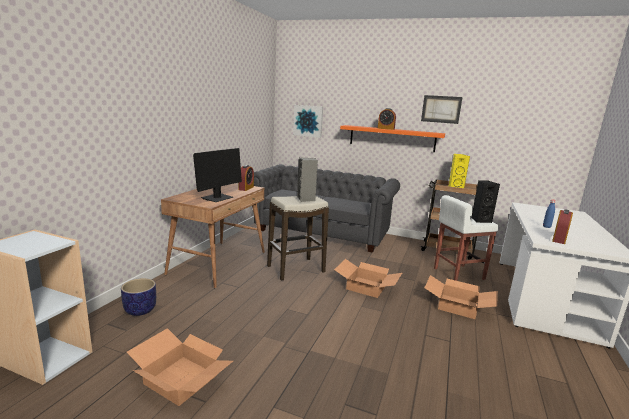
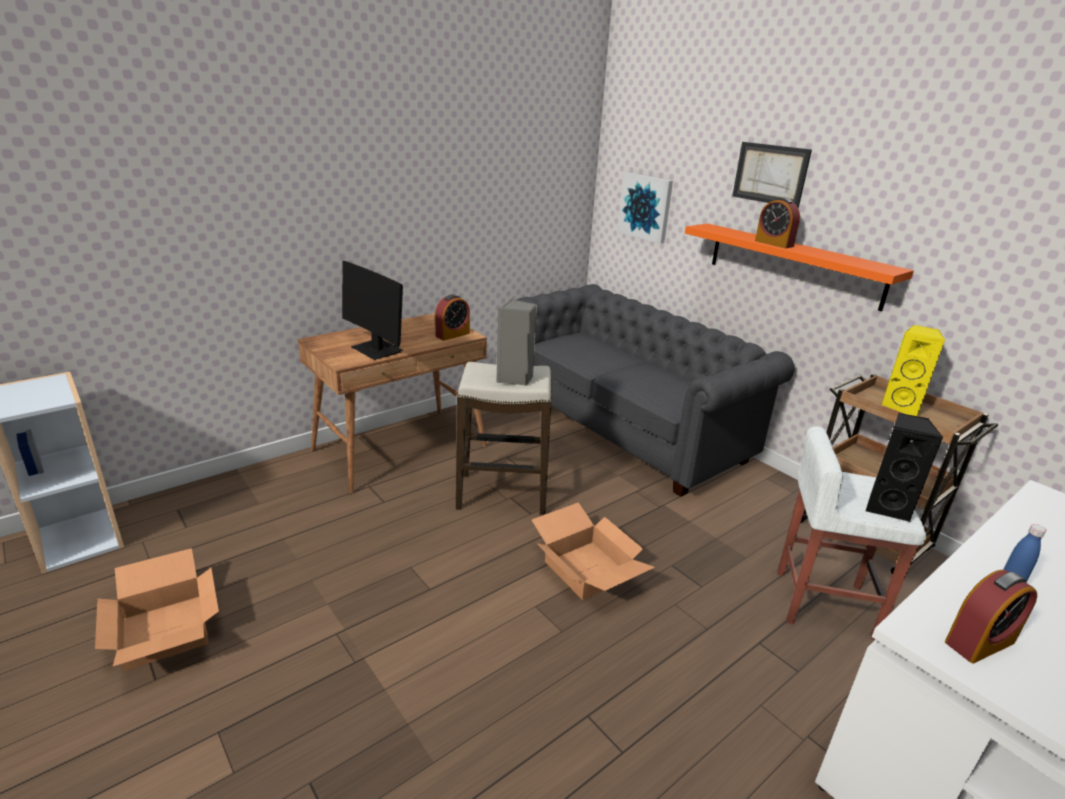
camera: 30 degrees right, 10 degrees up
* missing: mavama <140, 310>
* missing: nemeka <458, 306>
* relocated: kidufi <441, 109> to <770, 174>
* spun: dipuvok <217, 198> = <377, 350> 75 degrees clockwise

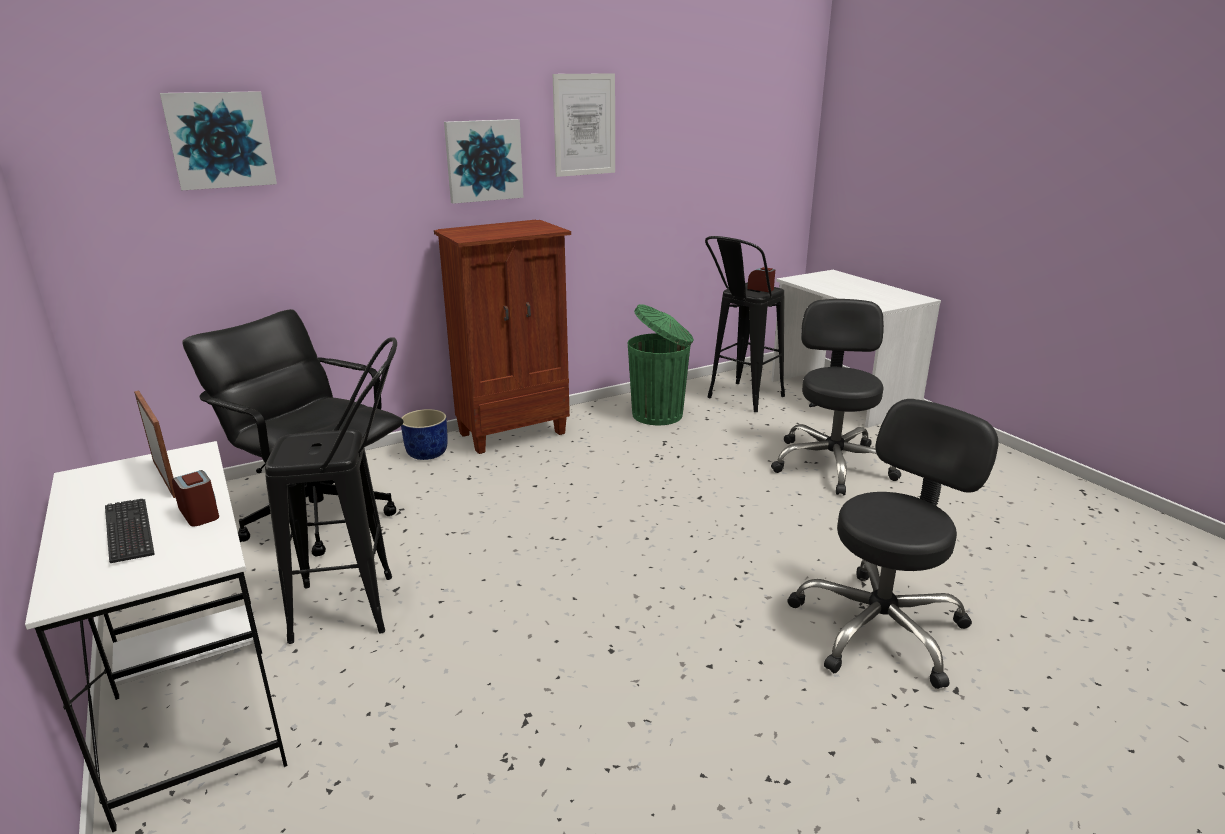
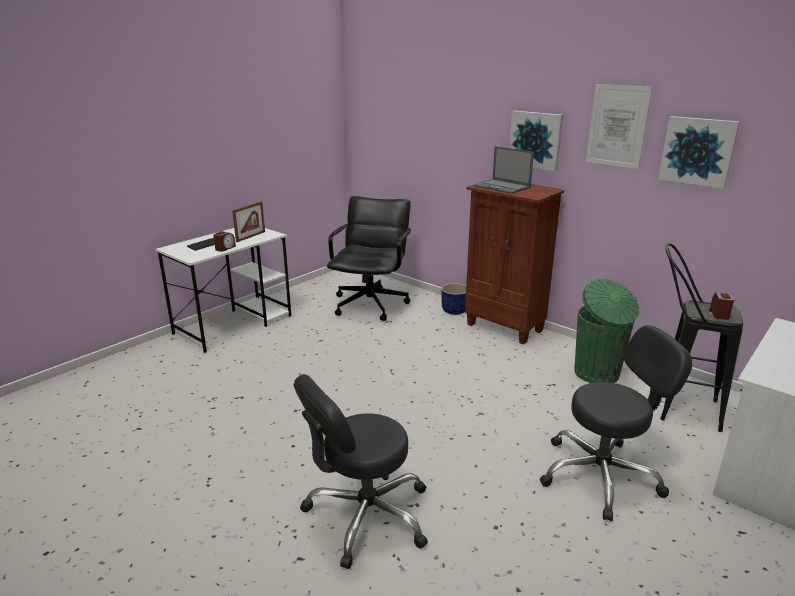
camera: 70 degrees right, 0 degrees up
* missing: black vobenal <363, 606>
* appeared: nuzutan <502, 187>
* relocated: kidufi <220, 140> to <697, 151>
* spun: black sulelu <883, 624> = <362, 518> 120 degrees clockwise

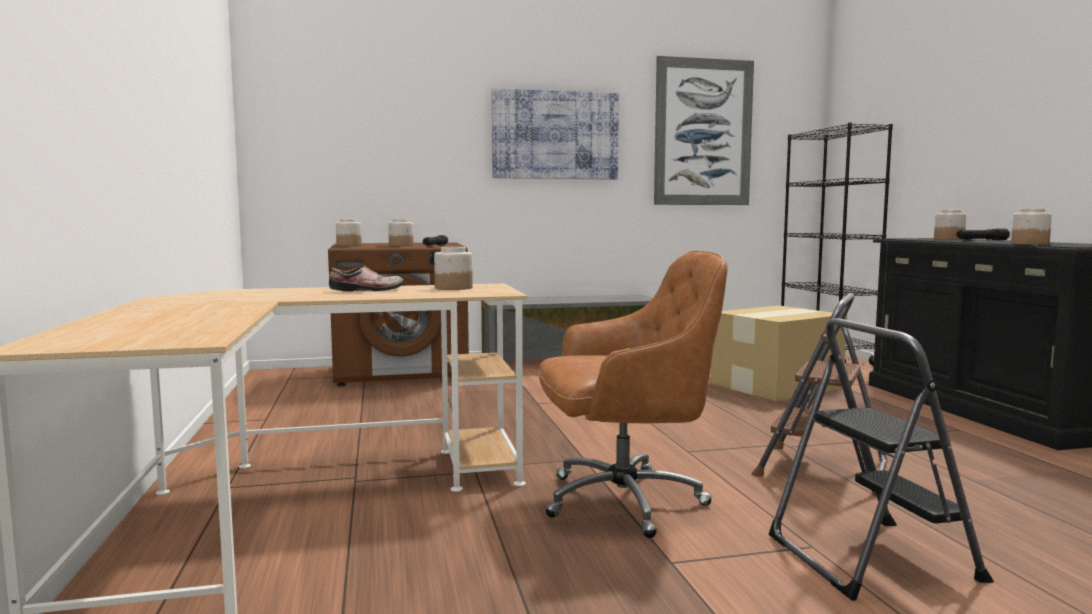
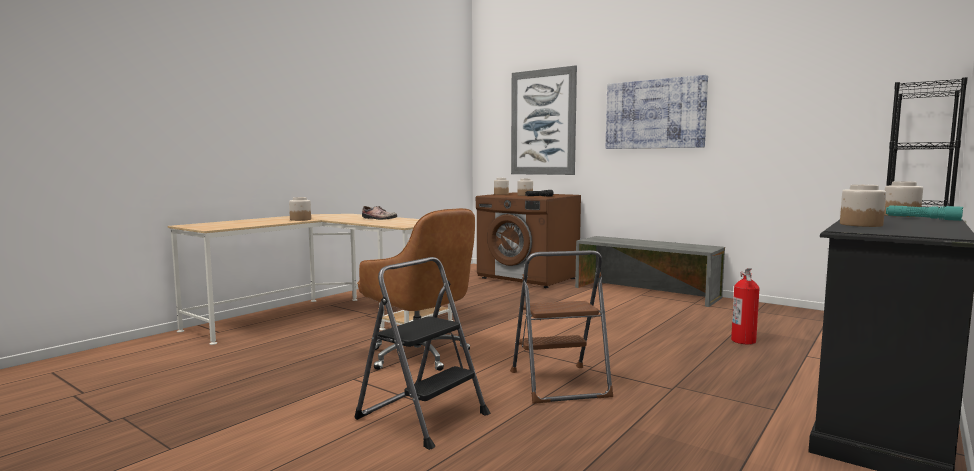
camera: 50 degrees right, 0 degrees up
* relocated: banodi <453, 288> to <300, 219>
* relocated: kidufi <703, 132> to <542, 122>
* exchanged: nemeka <777, 385> to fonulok <744, 341>
* colour: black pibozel <982, 240> to turquoise pibozel <922, 218>

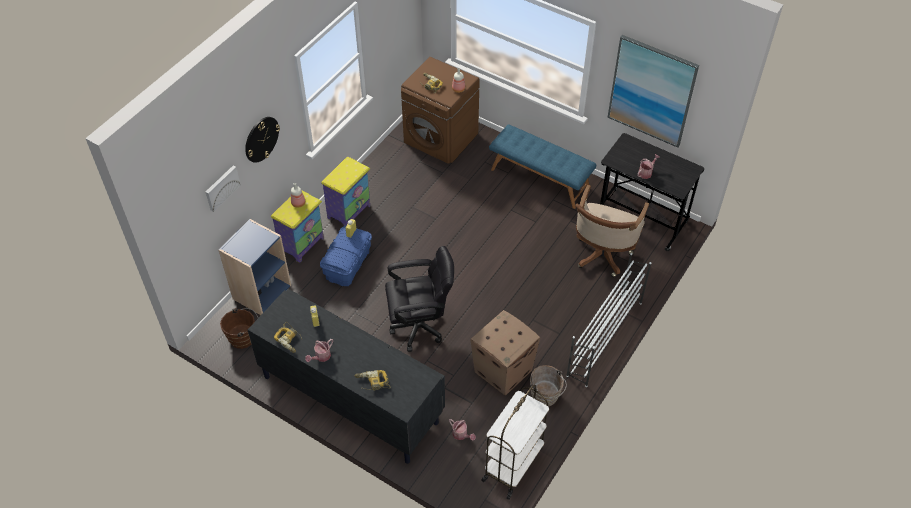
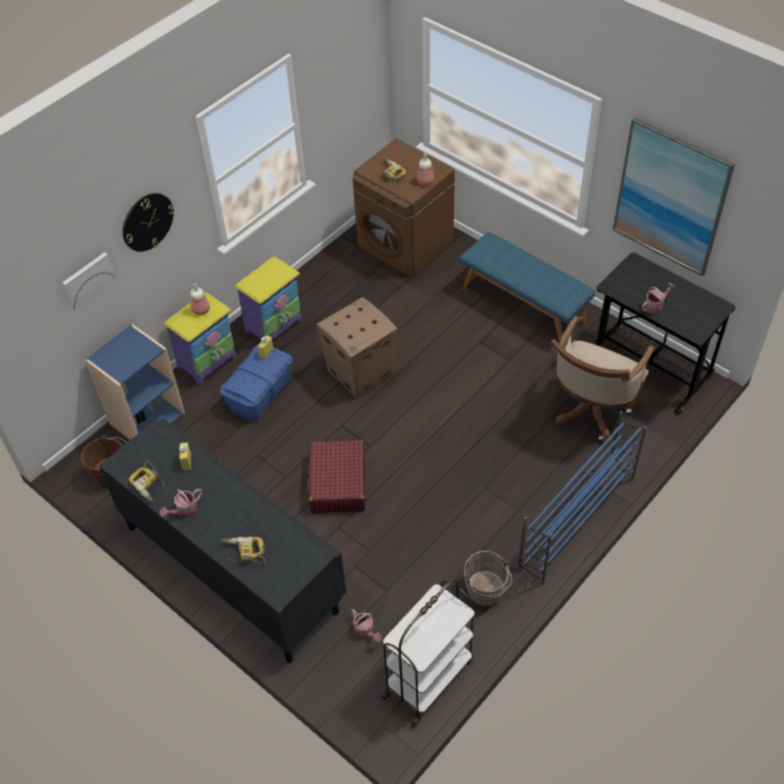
camera: 10 degrees right, 0 degrees up
* relocated: nemeka <503, 371> to <361, 372>
* exchanged: black sulelu <421, 327> to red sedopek <338, 483>
* colour: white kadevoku <604, 339> to blue kadevoku <576, 522>

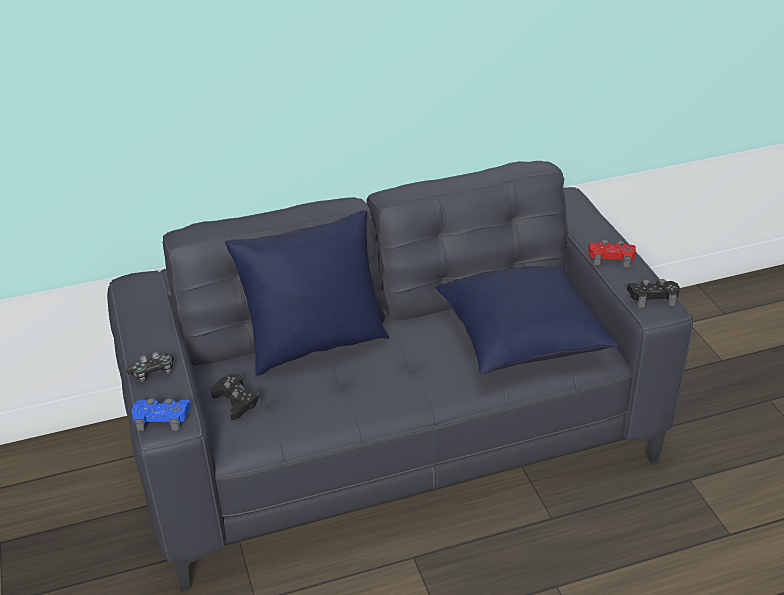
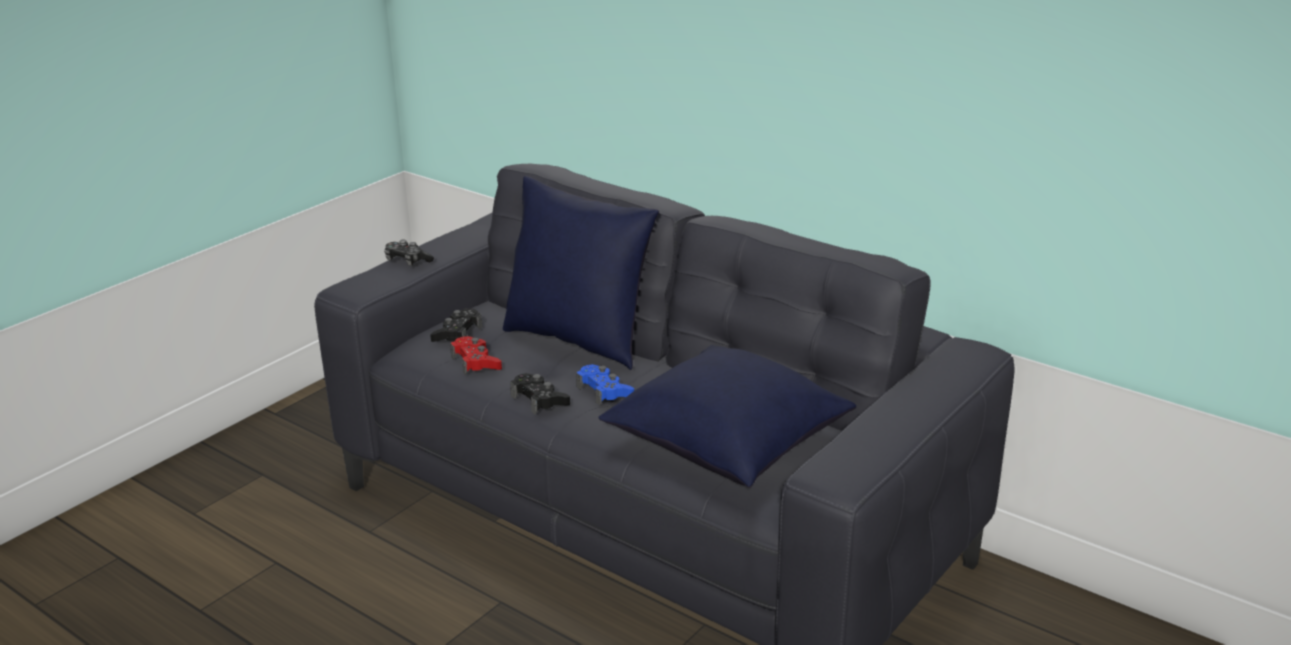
camera: 55 degrees right, 10 degrees down
* relocated: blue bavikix <162, 418> to <604, 391>
* relocated: red bavikix <611, 257> to <476, 362>
* relocated: black bavikix <652, 297> to <539, 400>

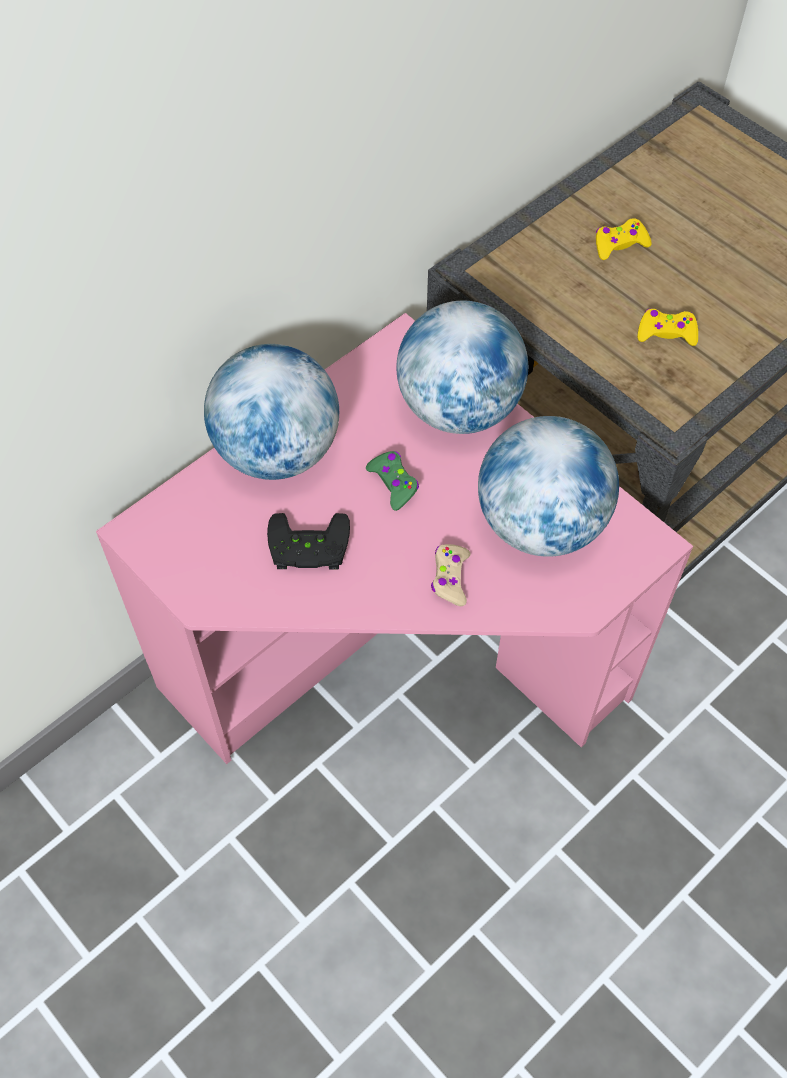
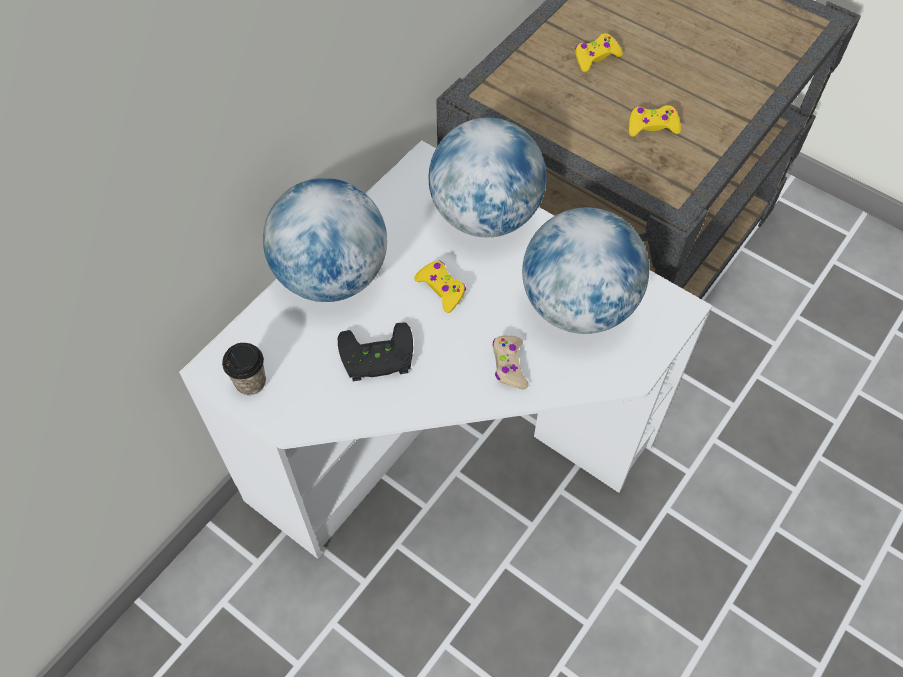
camera: 10 degrees left, 0 degrees up
* appeared: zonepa <250, 382>
* colour: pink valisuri <392, 659> to white valisuri <445, 443>
* colour: green bavikix <393, 483> to yellow bavikix <441, 289>

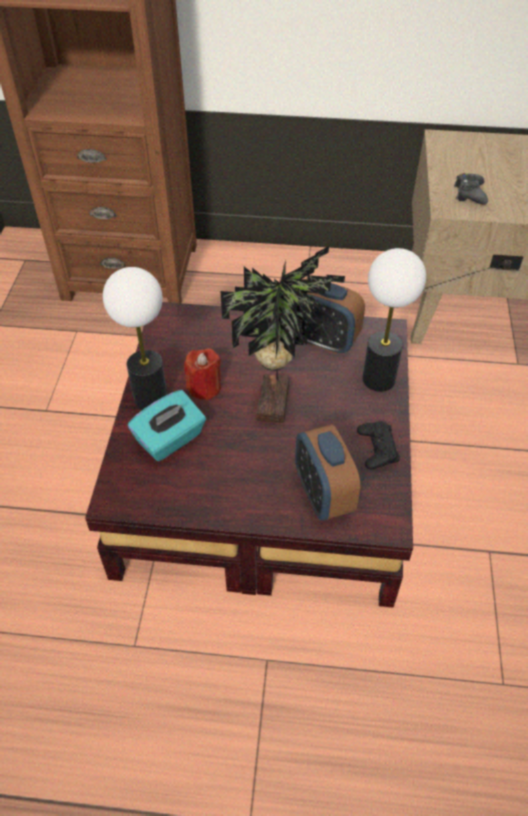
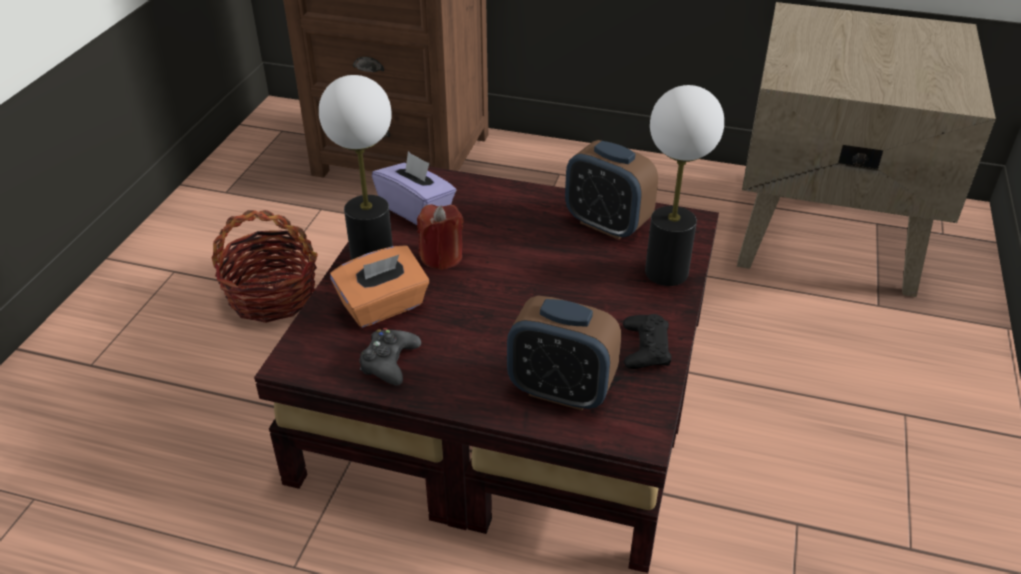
camera: 10 degrees right, 10 degrees down
* missing: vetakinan <277, 402>
* appeared: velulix <272, 296>
* appeared: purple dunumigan <416, 209>
* relocated: black bavikix <469, 194> to <389, 362>
* colour: turquoise dunumigan <170, 439> to orange dunumigan <383, 306>
* spun: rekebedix <323, 495> = <561, 390> 60 degrees counterclockwise

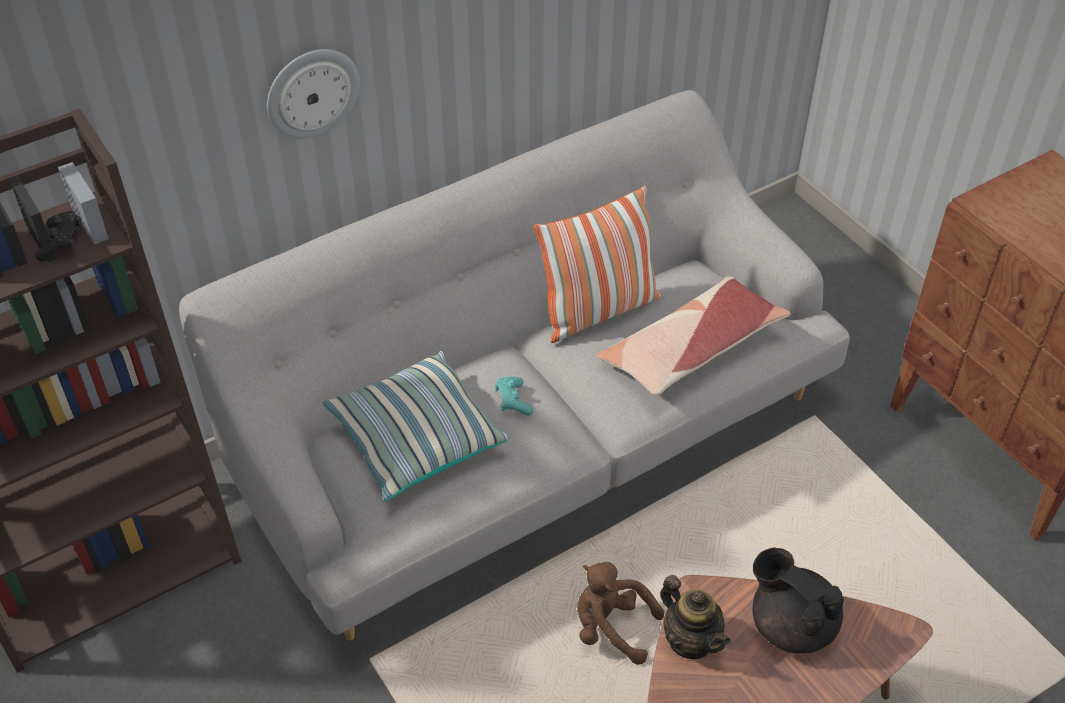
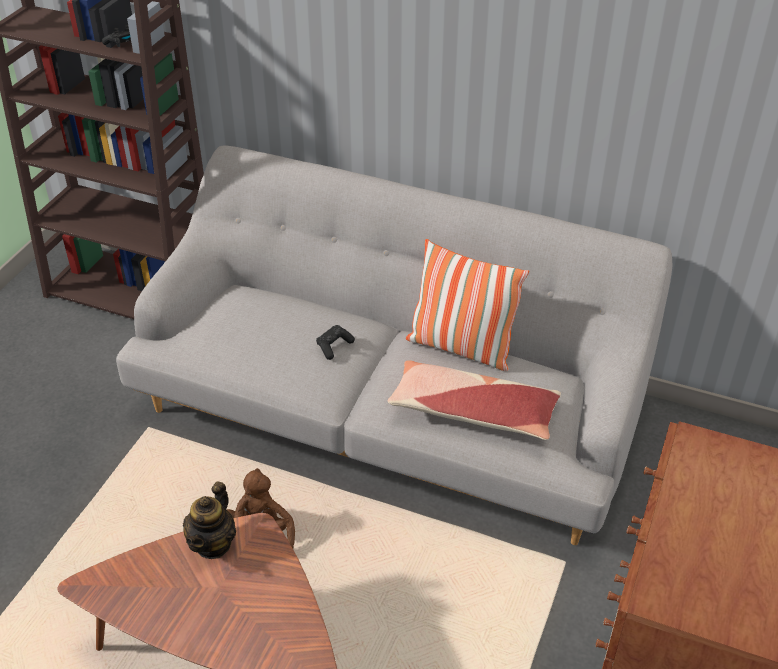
camera: 55 degrees right, 5 degrees down
* missing: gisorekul <312, 92>
* missing: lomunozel <415, 439>
* missing: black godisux <791, 625>
* colour: turquoise bavikix <513, 401> to black bavikix <334, 346>

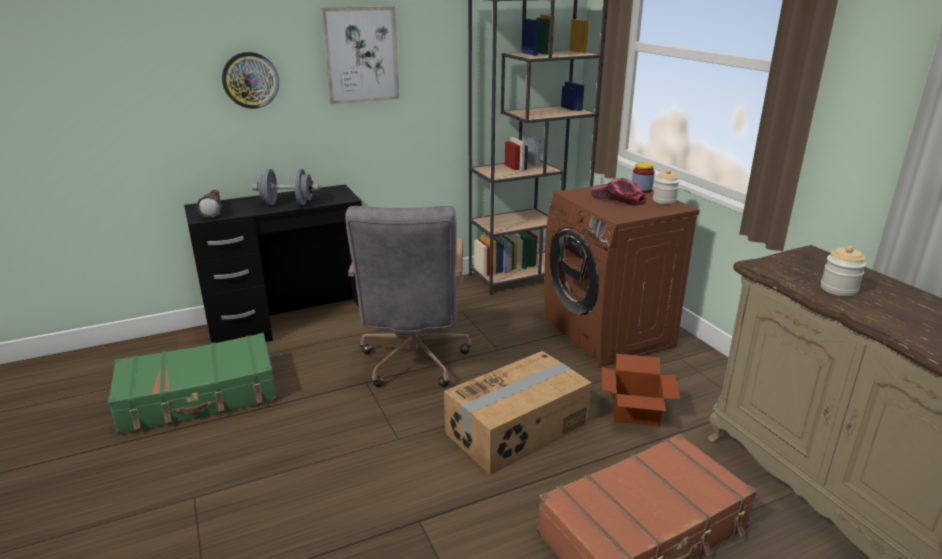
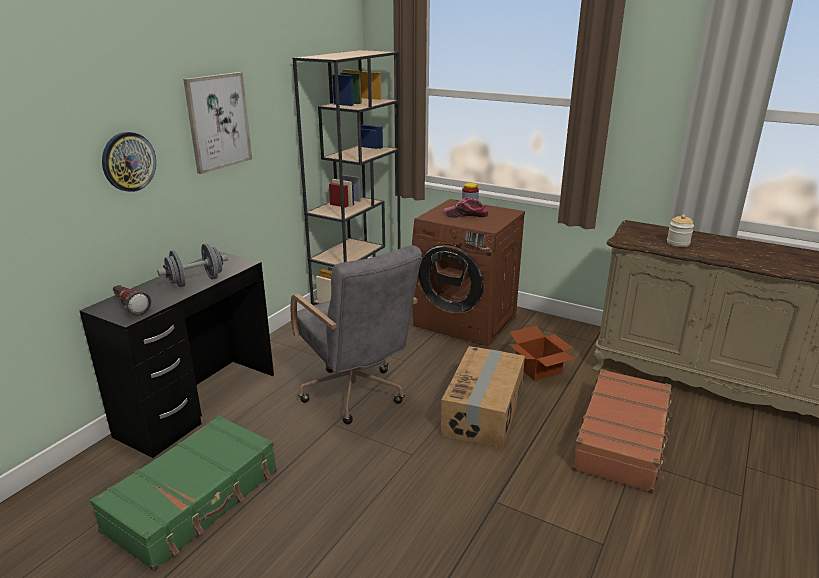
camera: 35 degrees left, 0 degrees up
* missing: banodi <664, 200>

